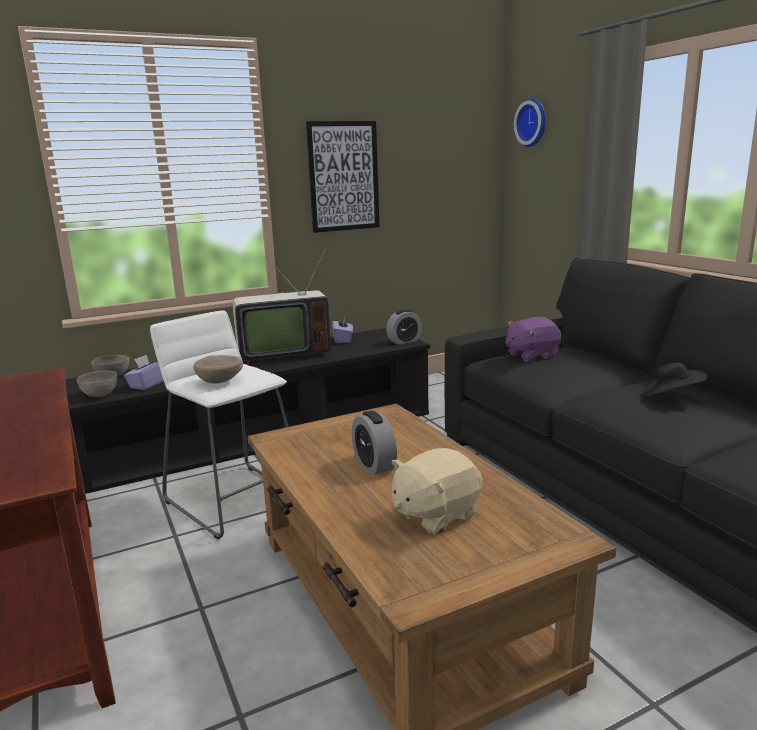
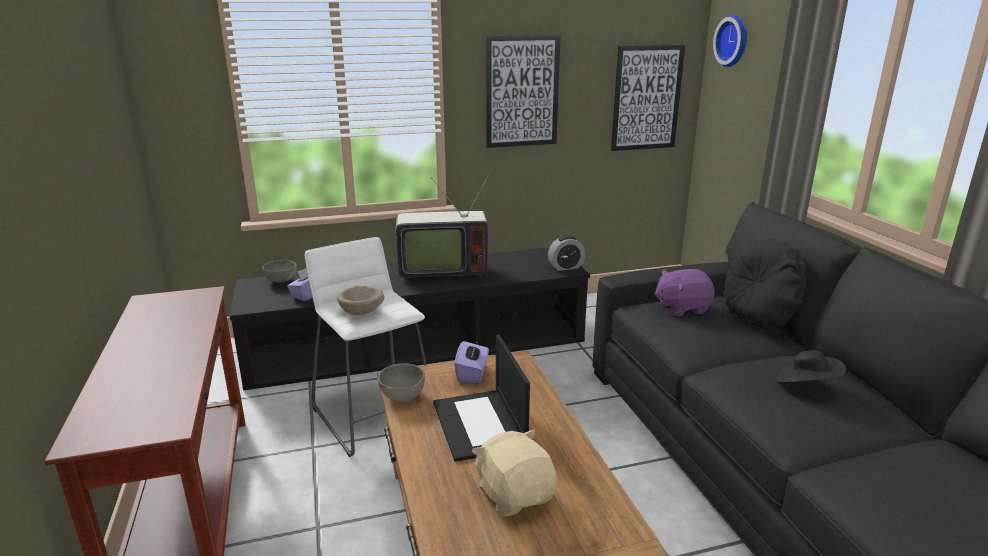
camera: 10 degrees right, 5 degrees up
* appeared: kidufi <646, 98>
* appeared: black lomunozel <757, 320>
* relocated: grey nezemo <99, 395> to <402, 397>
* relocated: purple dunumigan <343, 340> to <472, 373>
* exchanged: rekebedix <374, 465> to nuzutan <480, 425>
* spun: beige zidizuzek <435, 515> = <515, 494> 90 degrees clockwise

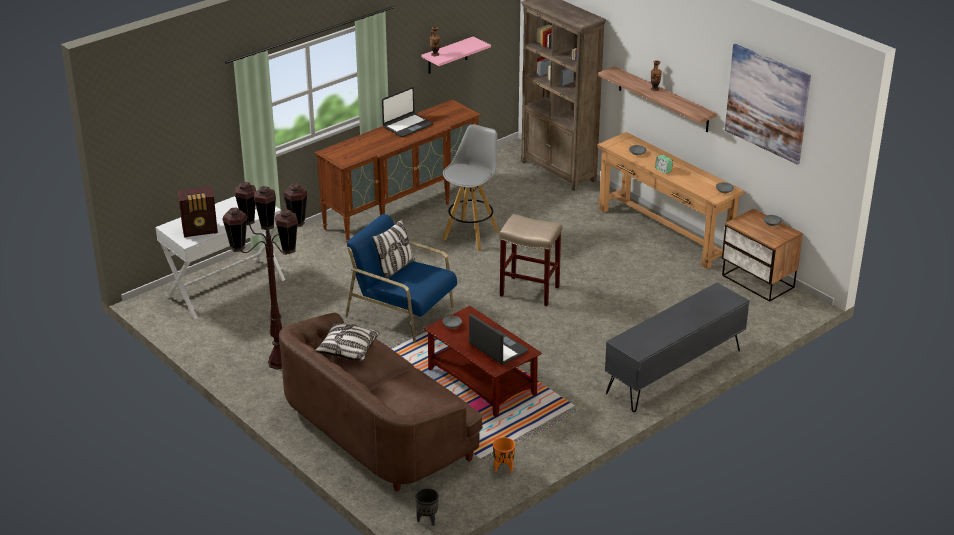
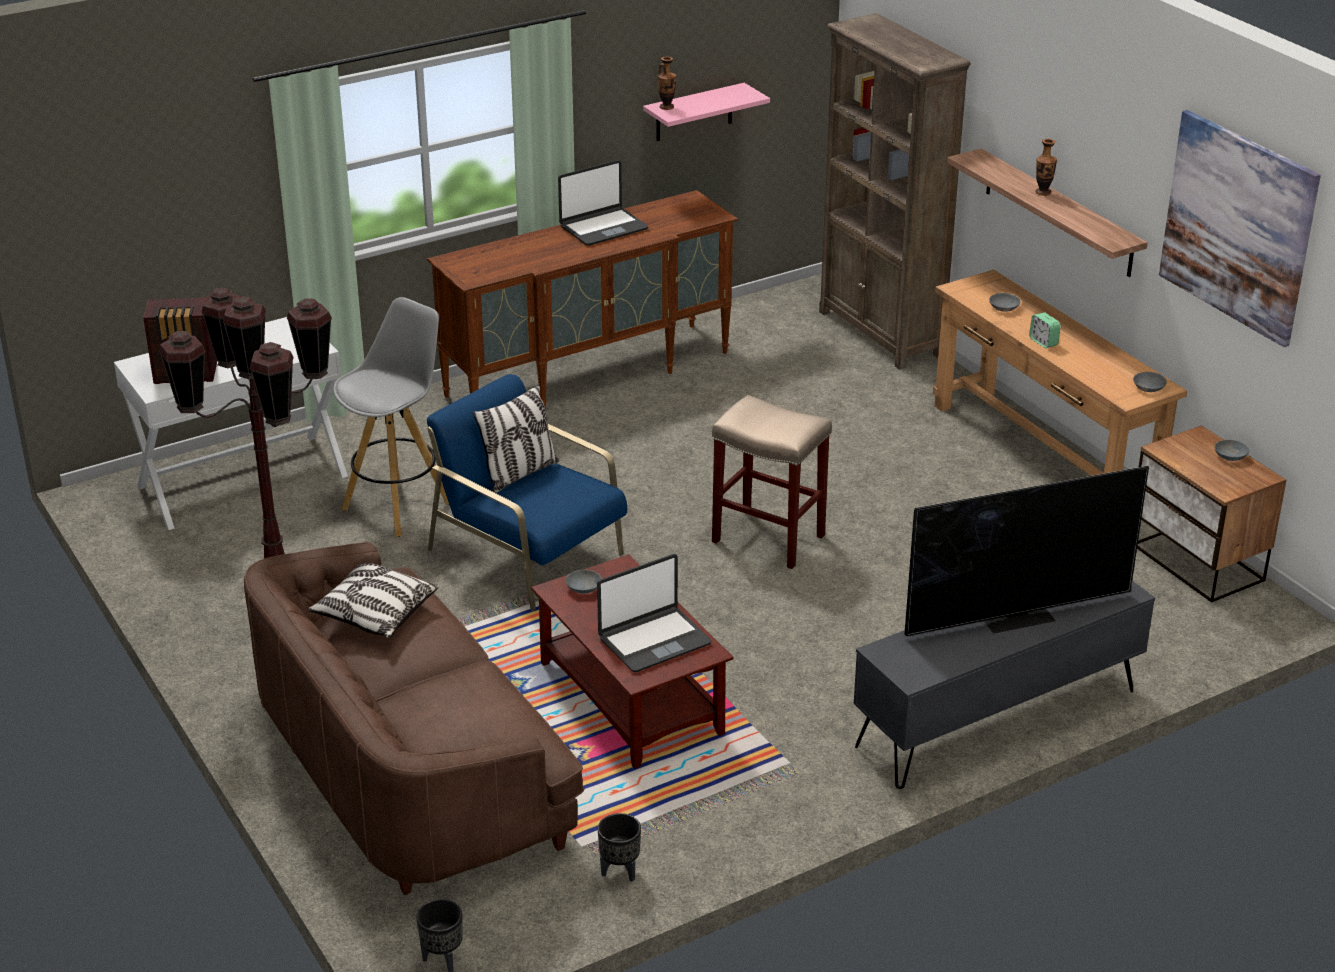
camera: 10 degrees right, 0 degrees up
* appeared: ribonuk <1017, 616>
* relocated: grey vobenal <471, 235> to <399, 505>
* colour: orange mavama <503, 467> to black mavama <620, 871>
* spun: nuzutan <498, 348> = <653, 640> 90 degrees clockwise

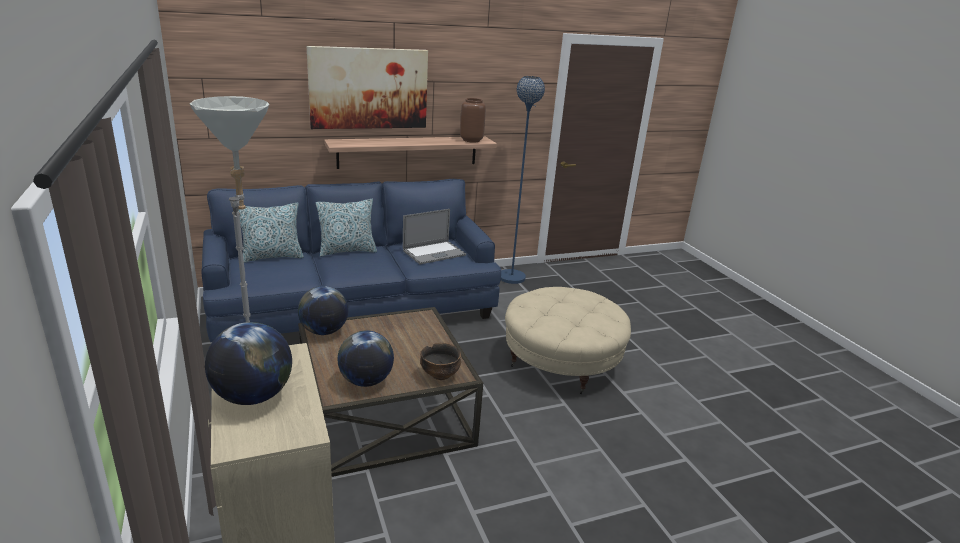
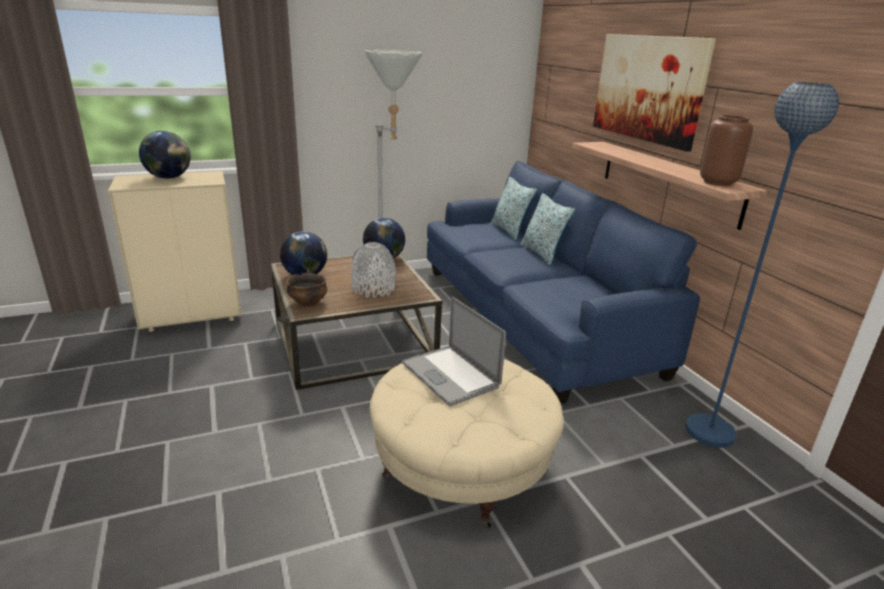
camera: 90 degrees right, 0 degrees up
* appeared: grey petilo <373, 289>
* relocated: nuzutan <434, 253> to <450, 374>

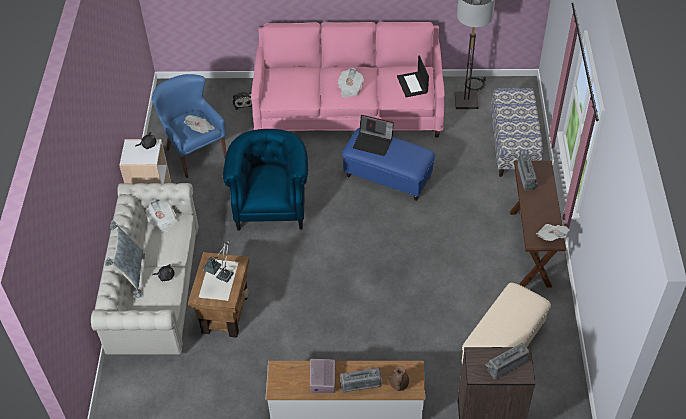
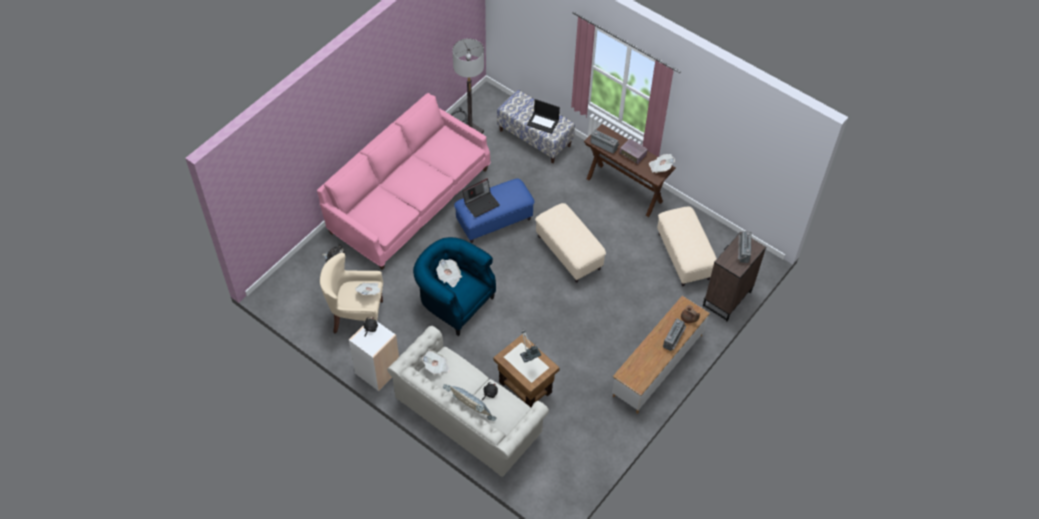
camera: 55 degrees left, 5 degrees up
* appeared: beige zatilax <569, 252>
* relocated: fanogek <322, 380> to <633, 155>
* relocated: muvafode <350, 89> to <449, 277>
* relocated: nuzutan <412, 85> to <543, 122>
* colour: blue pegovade <195, 153> to beige pegovade <357, 317>

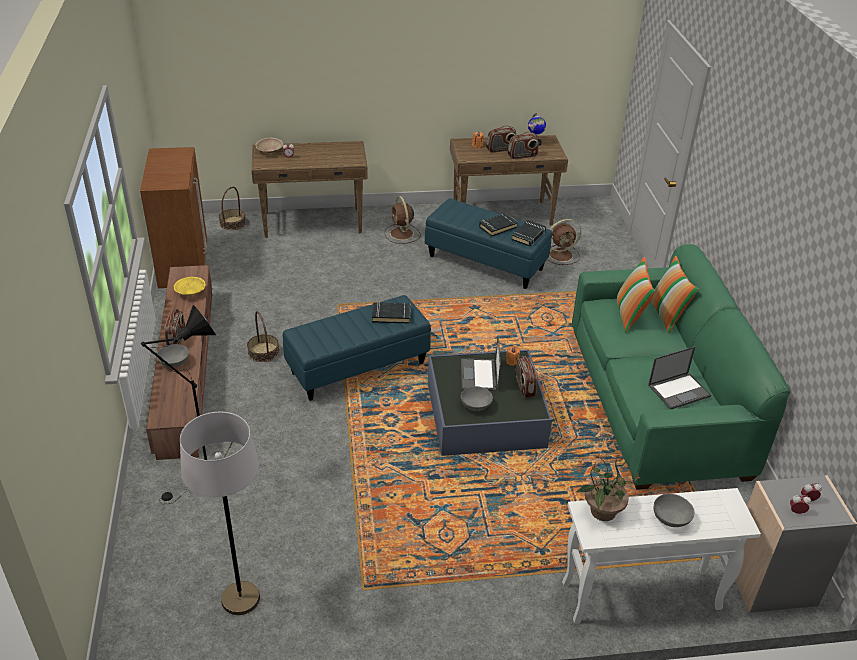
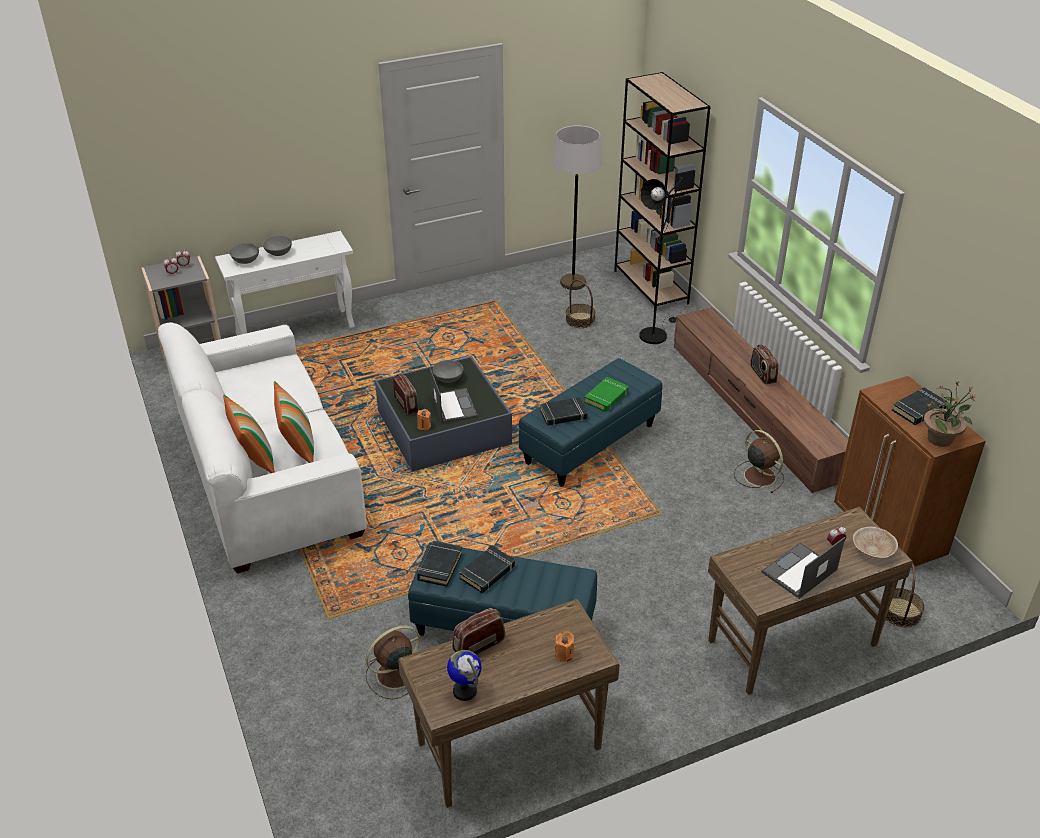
camera: 165 degrees right, 0 degrees up
* missing: yellow nezemo <190, 292>
* missing: fanogek <501, 149>
* appeared: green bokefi <606, 397>
* appeared: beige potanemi <651, 287>
* appeared: black bokefi <919, 410>
* relocated: grey nezemo <174, 363> to <246, 261>
* relocated: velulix <263, 352> to <580, 320>
* relocated: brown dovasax <402, 234> to <758, 475>
* relocated: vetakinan <602, 511> to <940, 439>
* relocated: nuzutan <679, 390> to <799, 571>
* colour: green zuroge <655, 402> to white zuroge <269, 475>

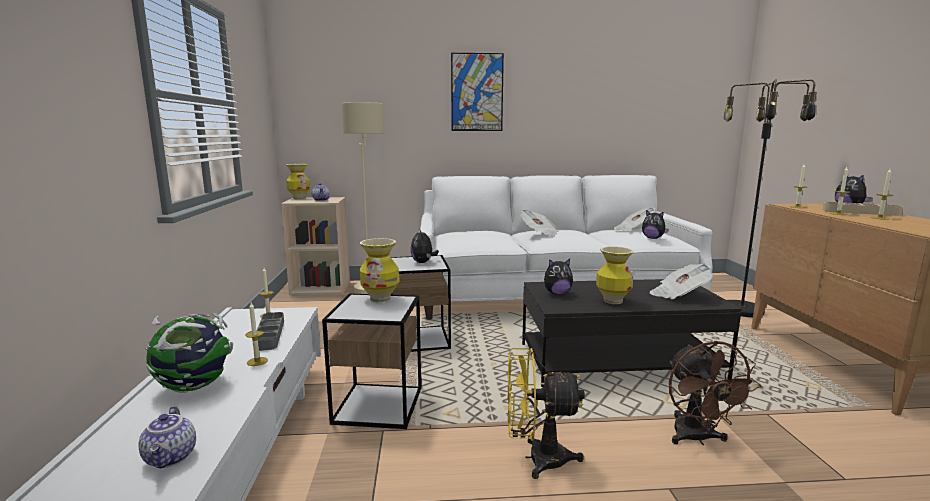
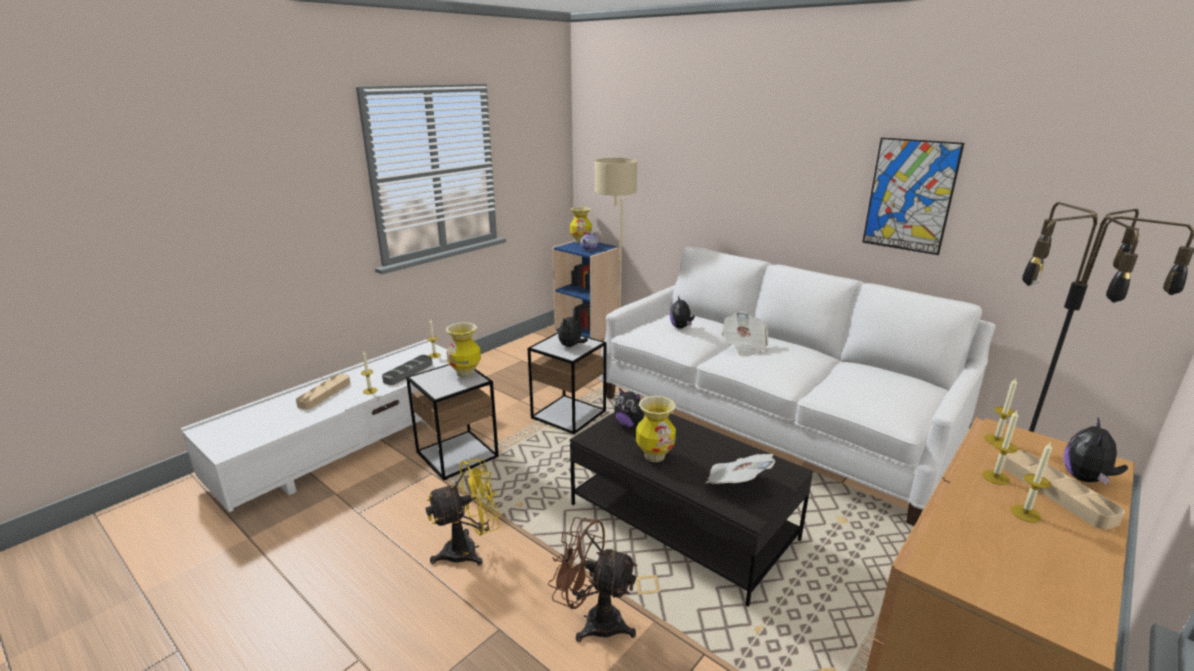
camera: 45 degrees right, 10 degrees up
* missing: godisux <172, 457>
* missing: muvafode <633, 229>
* relocated: kidufi <477, 92> to <910, 196>
* relocated: zidizuzek <653, 238> to <681, 327>
* exchanged: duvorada <195, 386> to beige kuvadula <324, 394>
* colour: beige potanemi <321, 287> to blue potanemi <588, 330>
* spun: yellow dovasax <537, 458> = <469, 549> 105 degrees clockwise
* spun: brown dovasax <697, 438> = <594, 620> 75 degrees clockwise

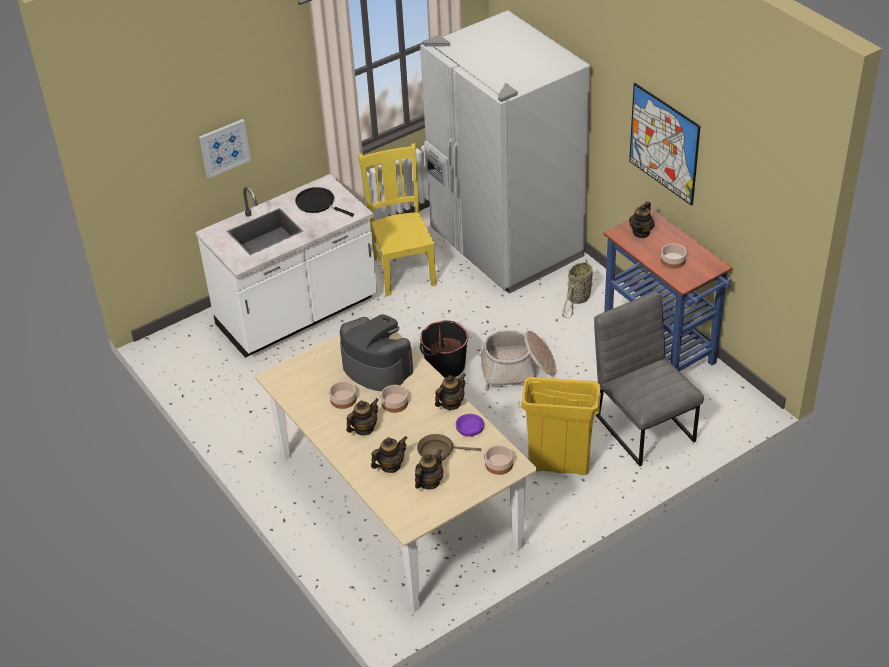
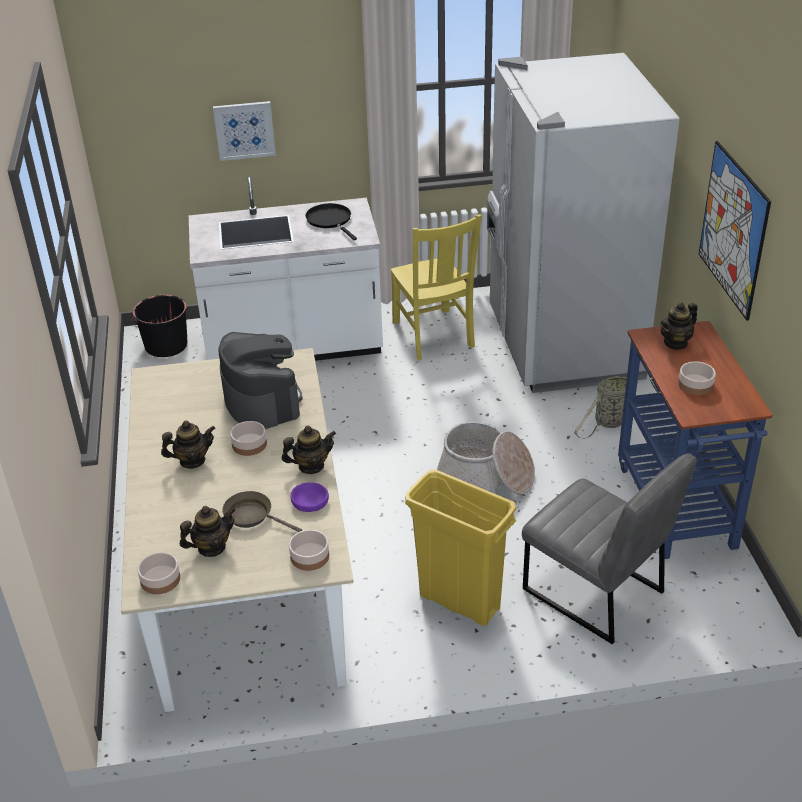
camera: 25 degrees right, 5 degrees down
* missing: godisux <390, 466>
* relocated: nezemo <343, 399> to <160, 580>
* relocated: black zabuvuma <445, 366> to <165, 345>
* spun: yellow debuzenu <403, 269> = <434, 336> 150 degrees clockwise
* spun: grey debuzenu <644, 426> = <596, 593> 135 degrees clockwise

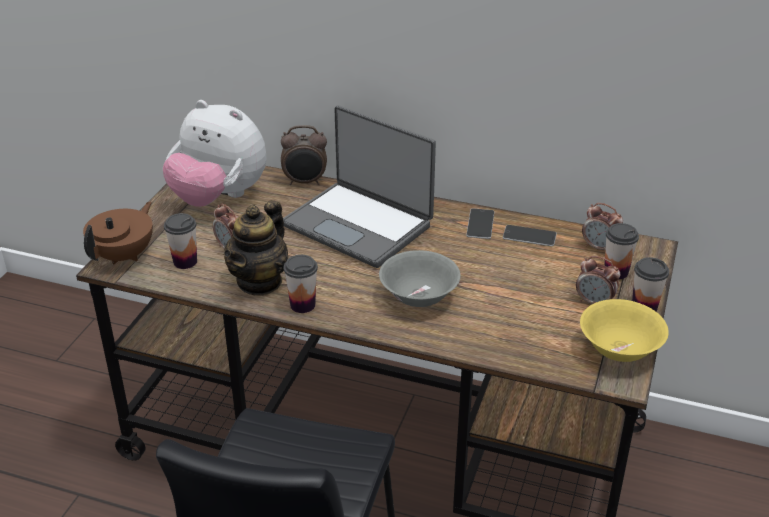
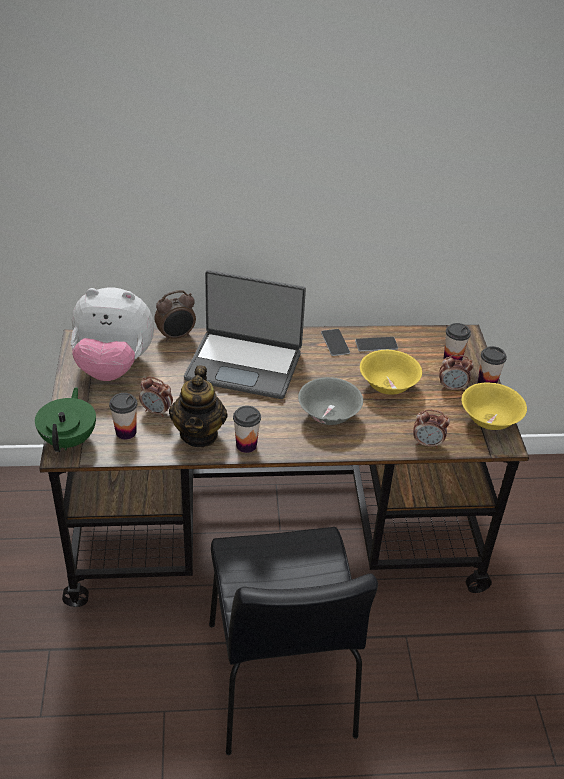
camera: 25 degrees left, 5 degrees up
* appeared: yellow nezemo <388, 386>
* relocated: rekebedix <599, 248> to <427, 443>
* colour: brown godisux <124, 255> to green godisux <69, 439>

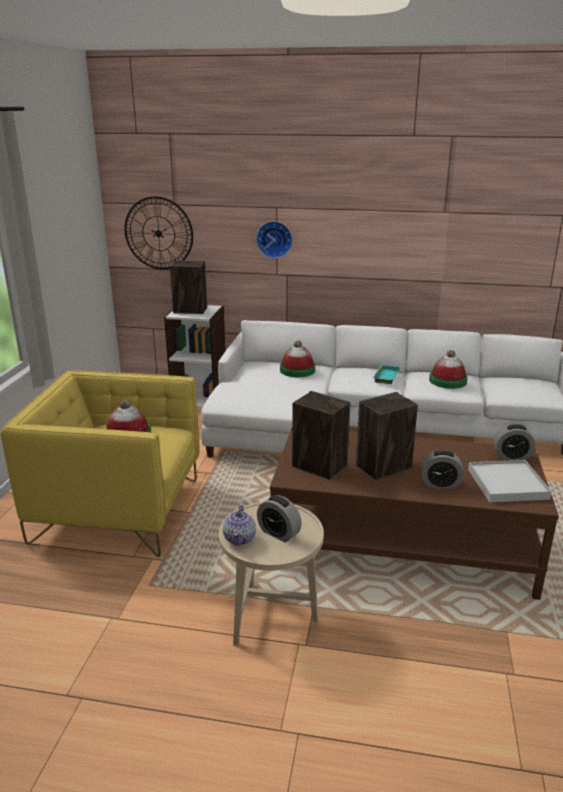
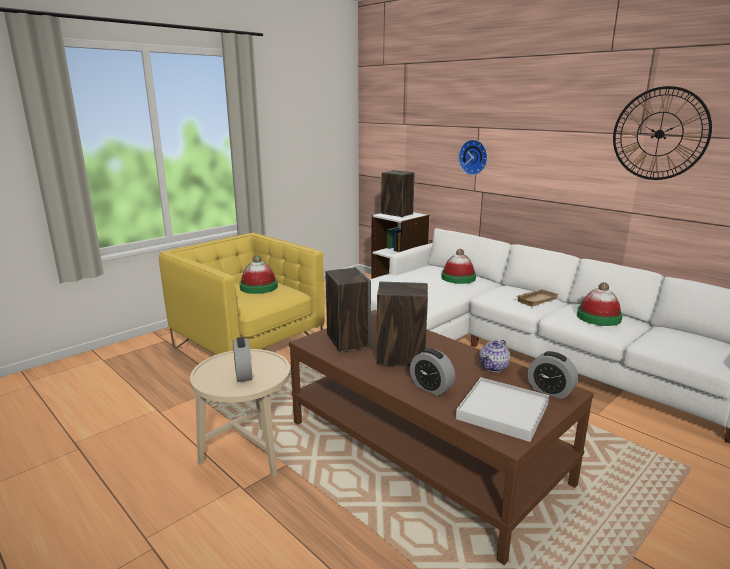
camera: 35 degrees right, 5 degrees down
* relocated: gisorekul <158, 233> to <659, 134>
* relocated: godisux <240, 538> to <494, 367>
* colour: turquoise kuvadula <385, 376> to beige kuvadula <536, 299>

